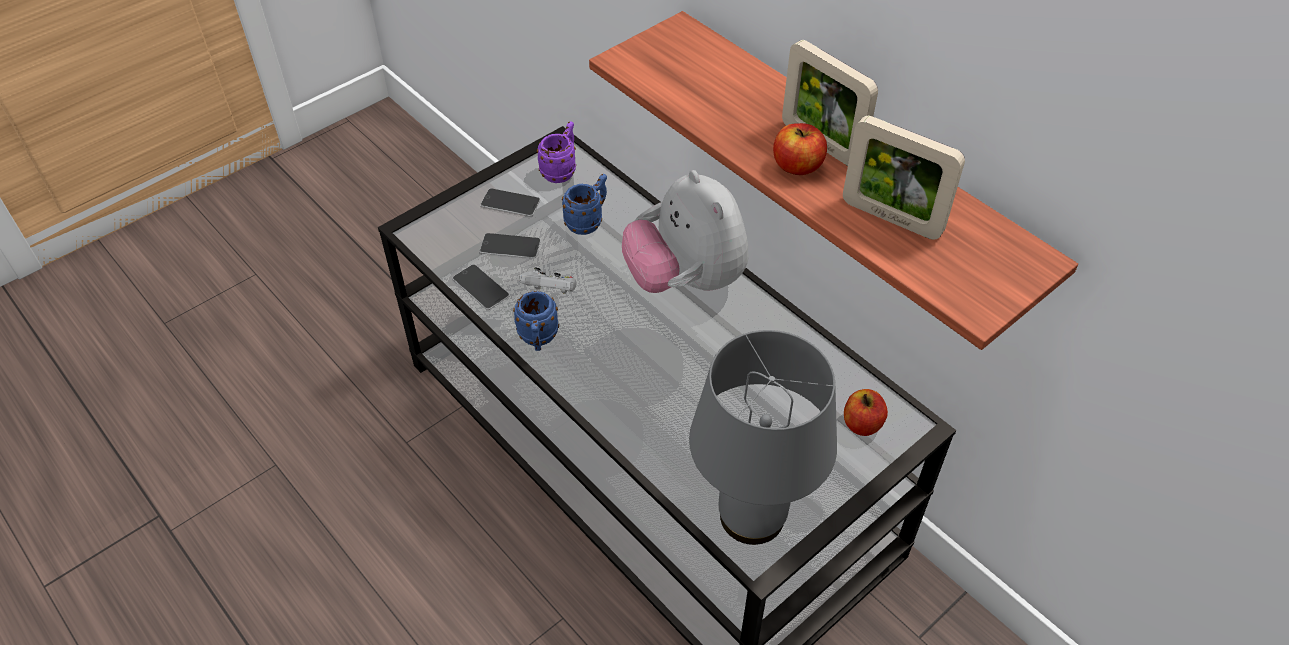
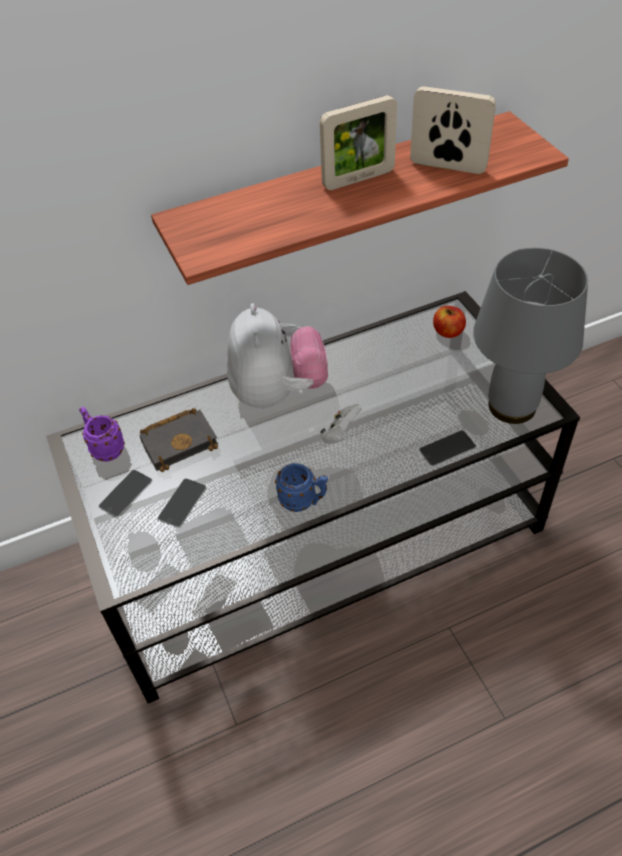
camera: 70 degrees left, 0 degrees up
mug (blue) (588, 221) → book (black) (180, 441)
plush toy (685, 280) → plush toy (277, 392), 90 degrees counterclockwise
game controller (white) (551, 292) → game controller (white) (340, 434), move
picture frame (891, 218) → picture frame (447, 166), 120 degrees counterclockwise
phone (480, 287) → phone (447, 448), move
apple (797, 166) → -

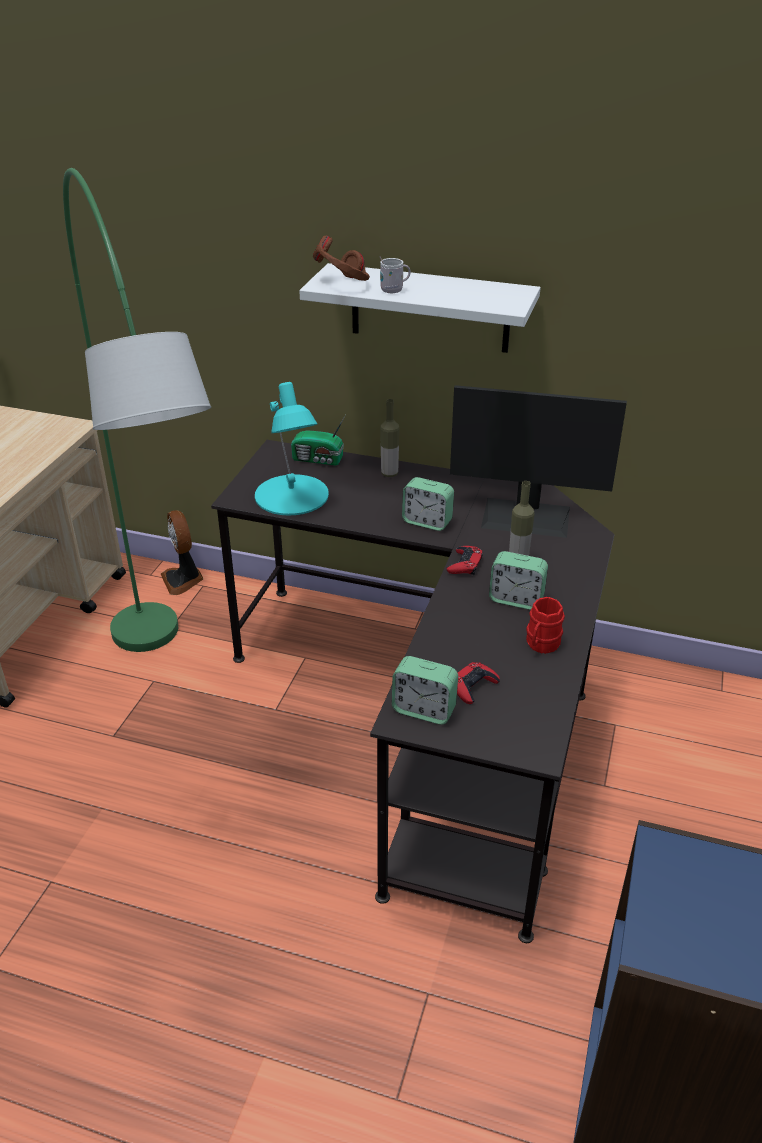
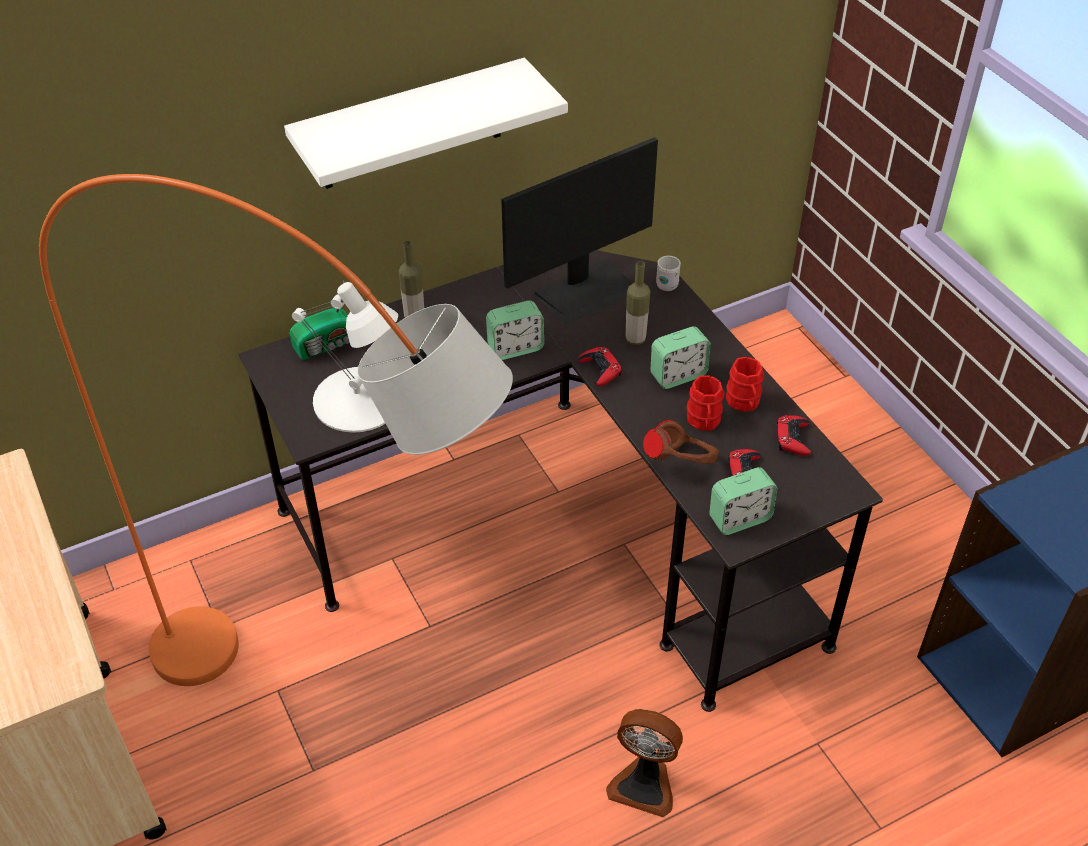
camera: 45 degrees left, 10 degrees up
floor lamp (green) (177, 710) → floor lamp (orange) (342, 698)
table lamp (turquoise) (291, 496) → table lamp (white) (359, 400)
fan (183, 580) → fan (644, 784), move
headphones (brown) (343, 284) → headphones (brown) (680, 463), move
mug (white) (394, 290) → mug (white) (667, 283), move
- → mug (red) (704, 422)
- → game controller (red) (793, 439)

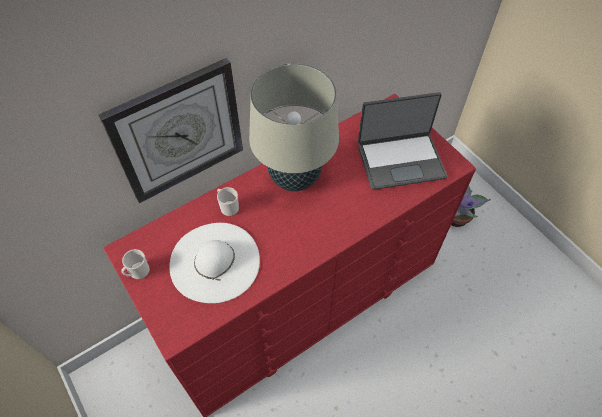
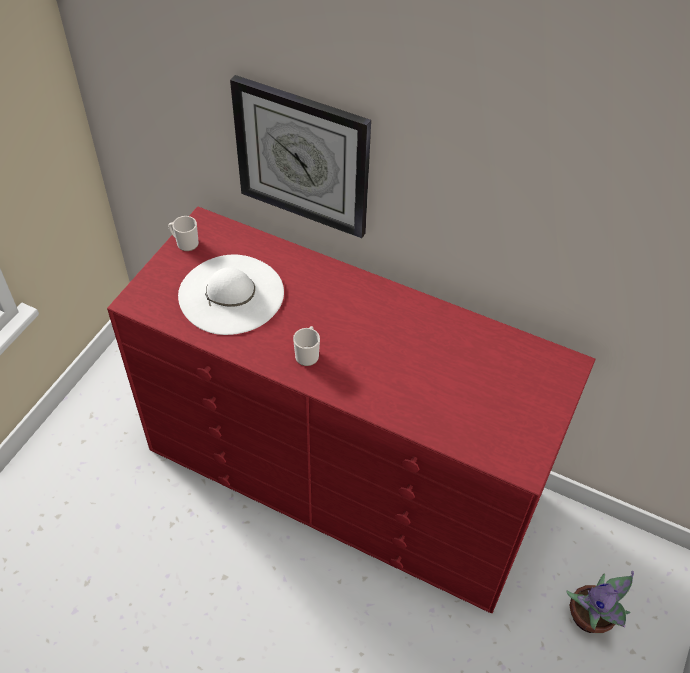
camera: 60 degrees right, 5 degrees down
mug (228, 207) → mug (307, 354), move
table lamp (beige) (294, 178) → -
laptop (400, 160) → -

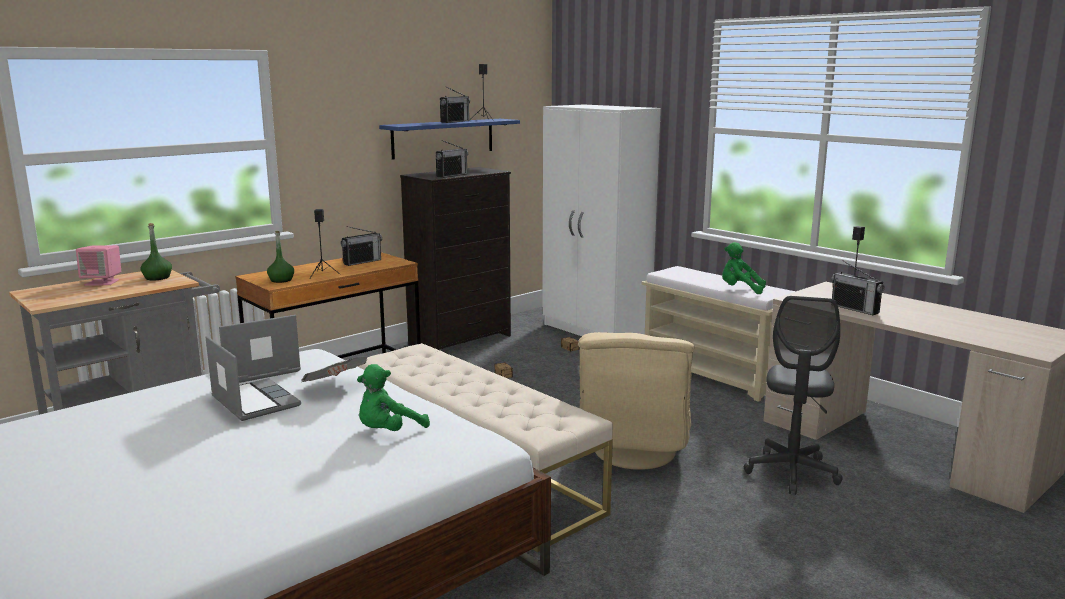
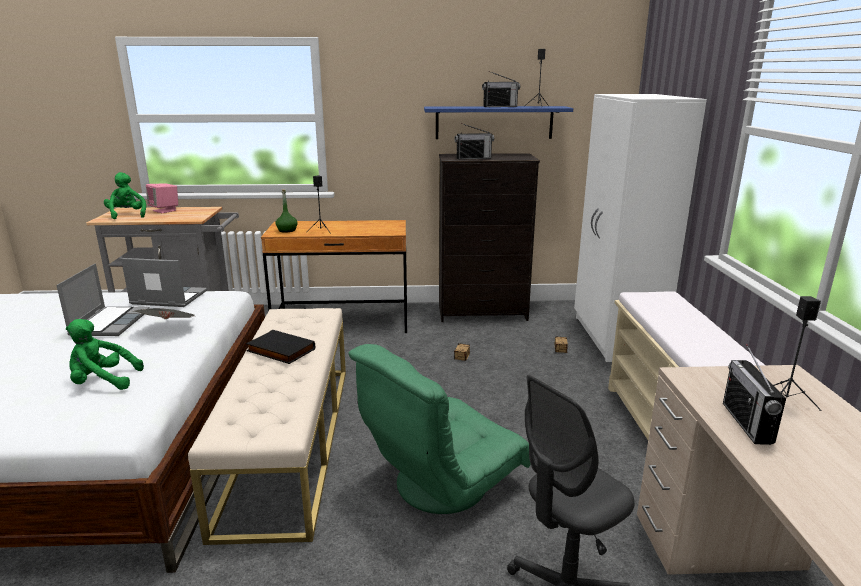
camera: 40 degrees right, 5 degrees up
plush toy (green) (740, 290) → plush toy (green) (127, 215), move
- → book (black) (279, 350)
armchair (beige) (632, 452) → armchair (green) (440, 483)
bottle (green) (157, 278) → -
radio (362, 262) → -

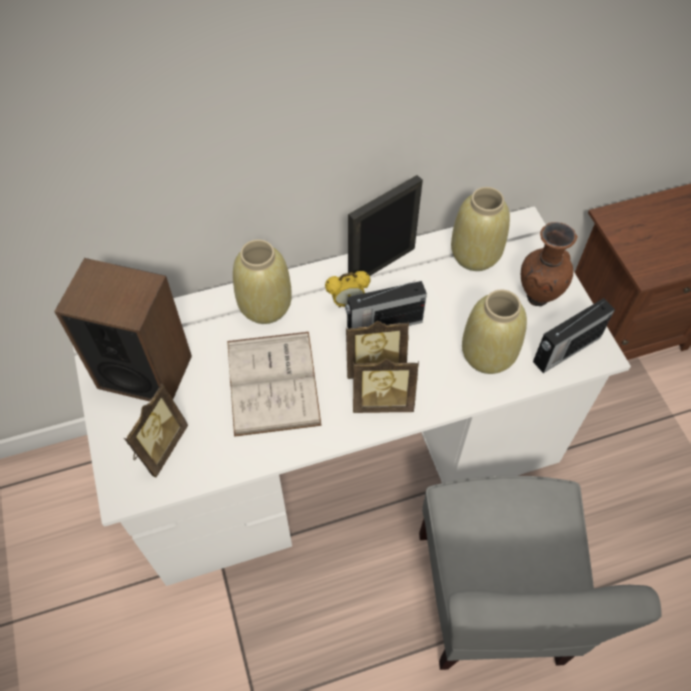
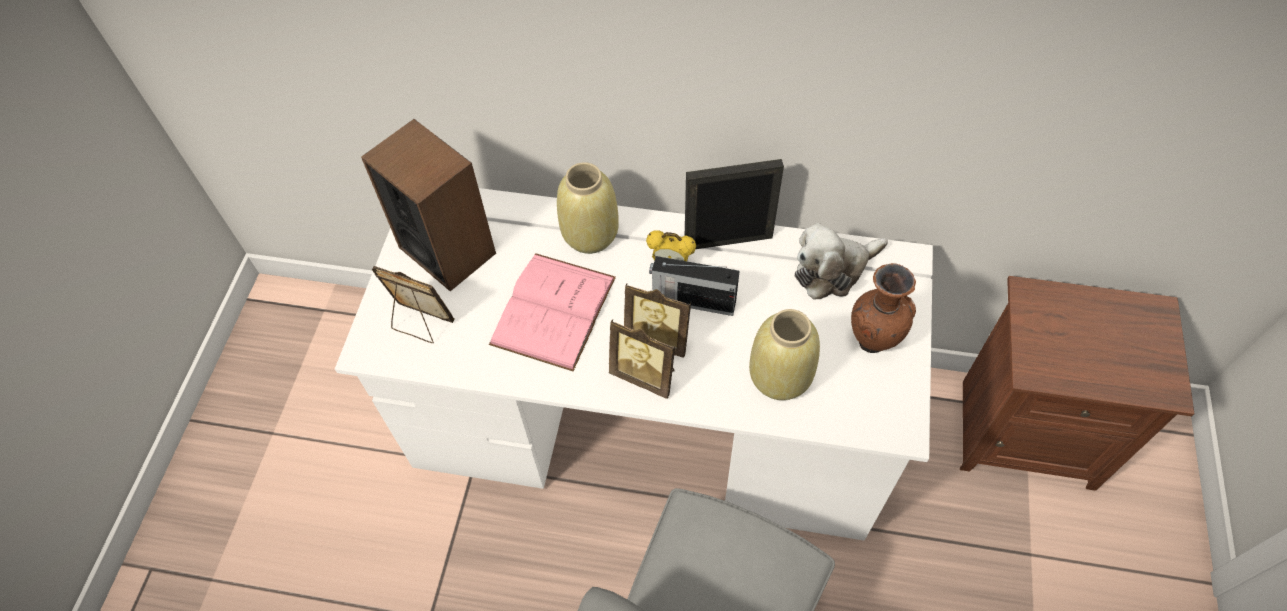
camera: 30 degrees right, 0 degrees up
picture frame (160, 446) → picture frame (420, 324), 120 degrees counterclockwise
book (white) (273, 382) → book (pink) (553, 310)
vase (beige) (475, 254) → plush toy (833, 270)
radio (565, 350) → -

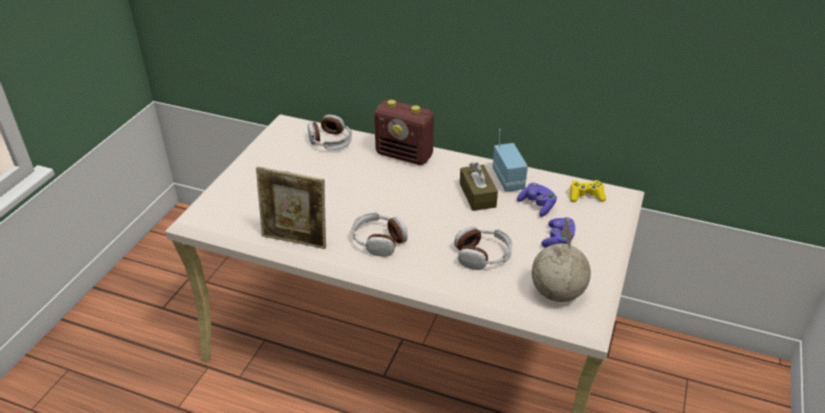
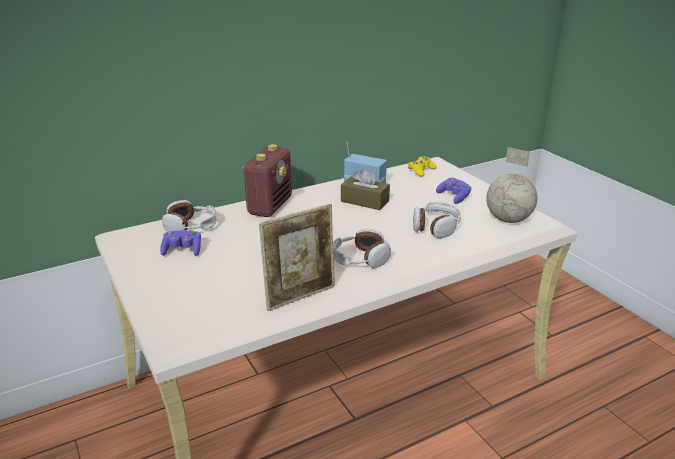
camera: 50 degrees left, 10 degrees down
game controller (purple) (537, 205) → game controller (purple) (182, 251), move
radio (405, 155) → radio (270, 206), 45 degrees counterclockwise

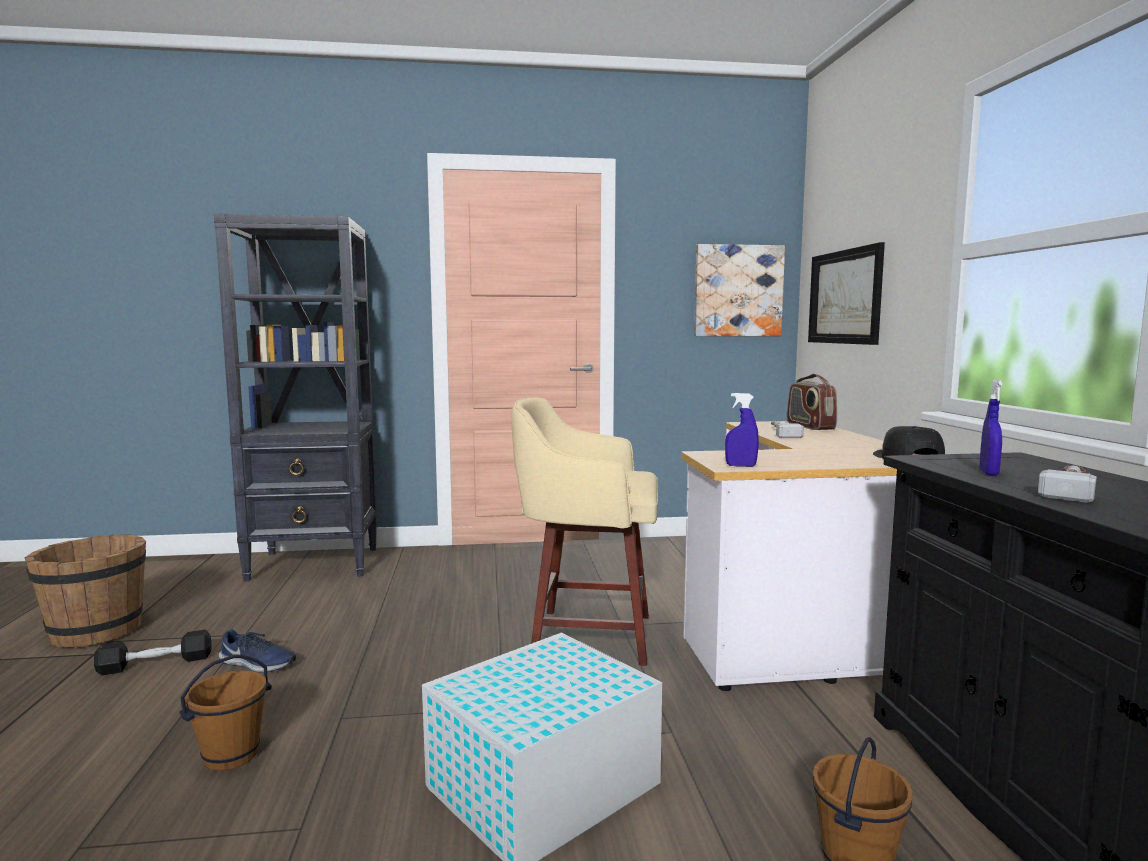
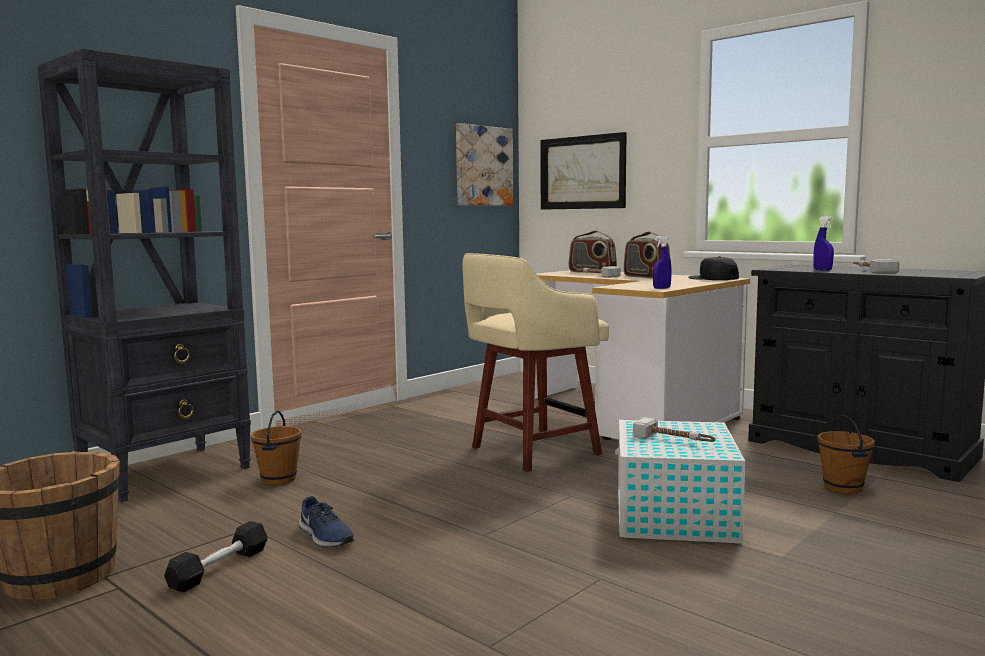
camera: 40 degrees left, 0 degrees up
bucket (brown) (231, 755) → bucket (brown) (278, 480), move
shoe (blue) (257, 664) → shoe (blue) (324, 537), 75 degrees clockwise
- → radio (646, 277)
- → hammer (674, 440)

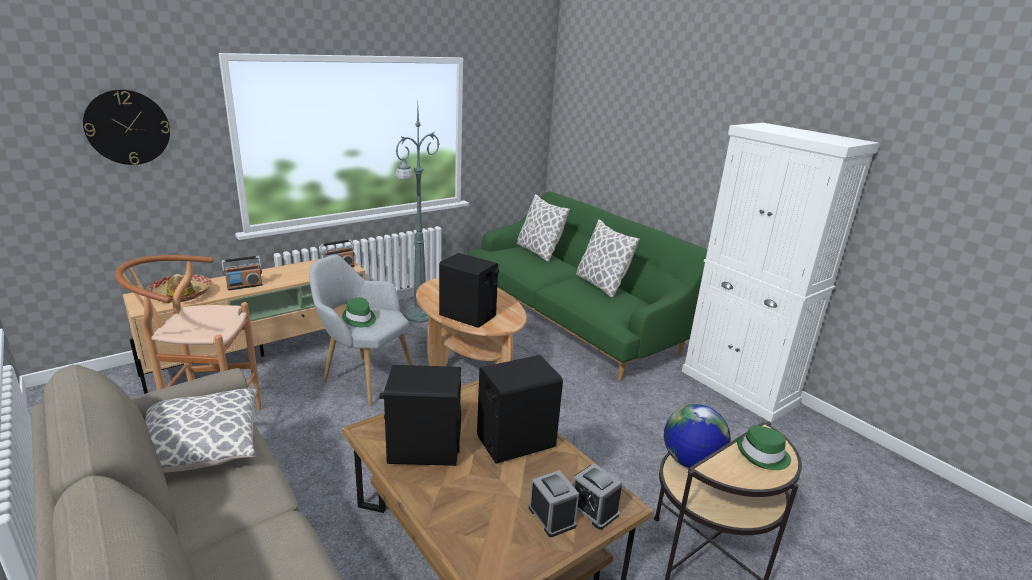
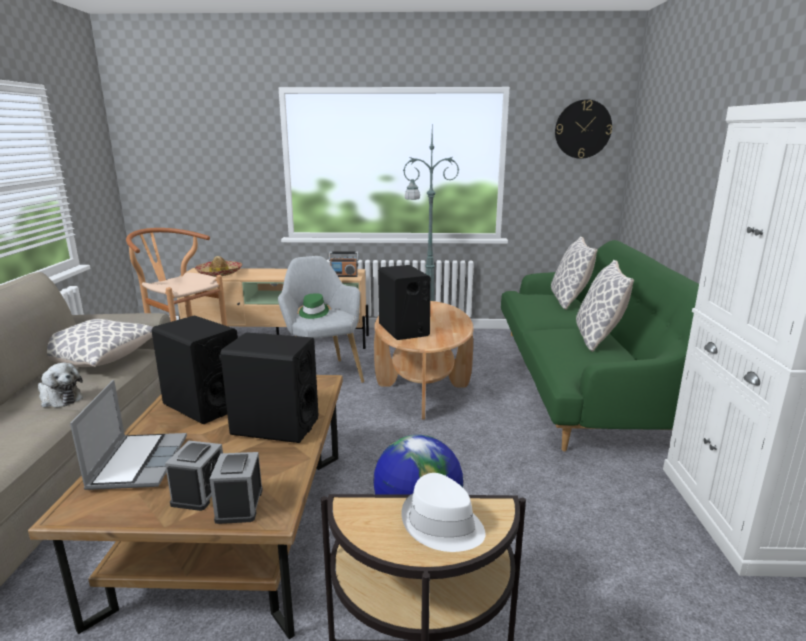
camera: 40 degrees right, 5 degrees down
- → plush toy (59, 398)
- → laptop (138, 462)
hat (green) (763, 455) → hat (white) (442, 525)
wall clock (127, 127) → wall clock (583, 129), move
radio (244, 286) → -

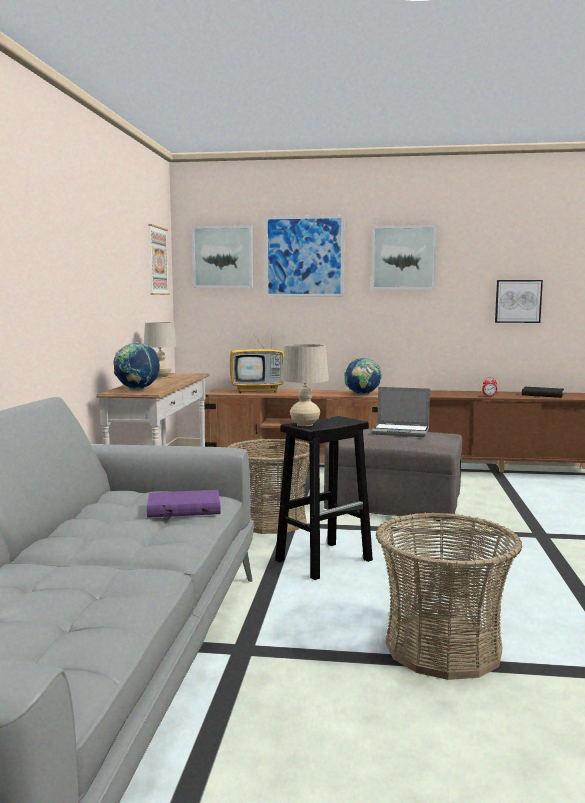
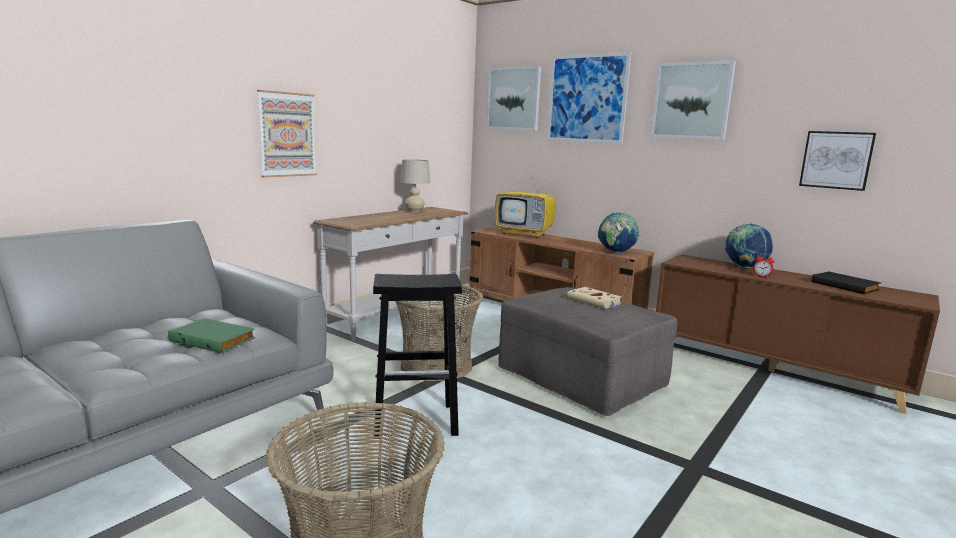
camera: 30 degrees right, 5 degrees up
book (purple) (184, 508) → book (green) (214, 339)
picture (157, 261) → picture (287, 134), move
laptop (401, 432) → book (beige) (595, 301)
globe (137, 390) → globe (745, 267), move
table lamp (beige) (304, 424) → -

